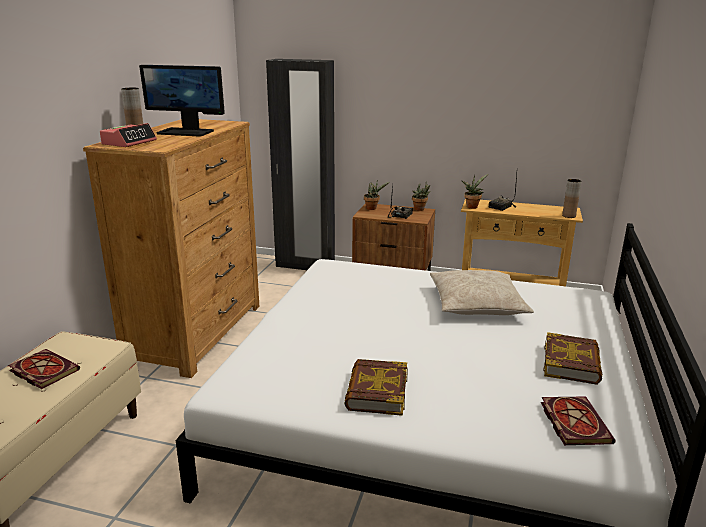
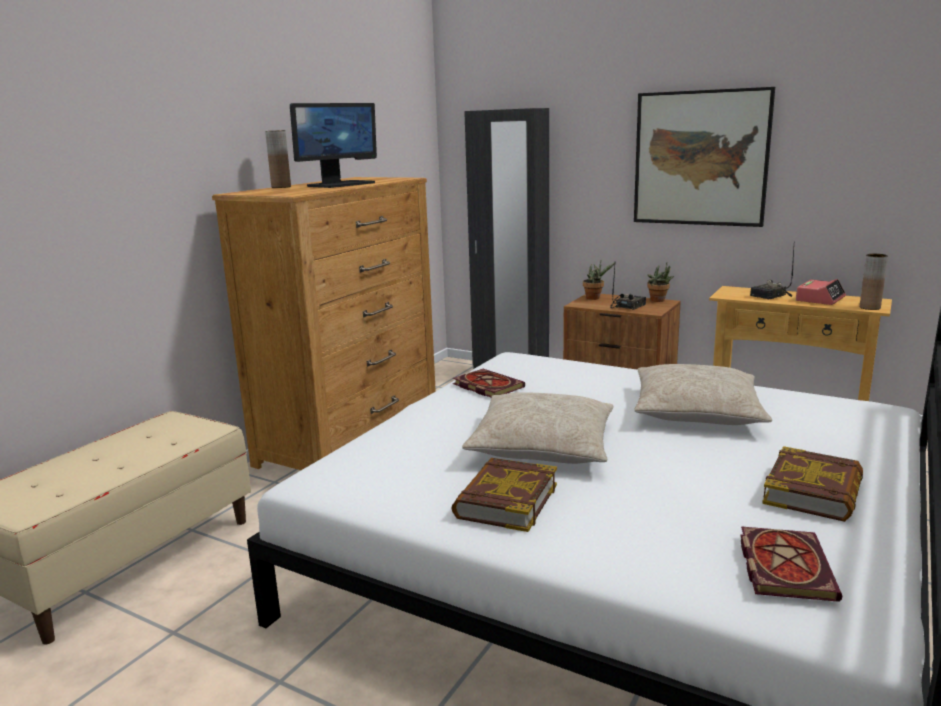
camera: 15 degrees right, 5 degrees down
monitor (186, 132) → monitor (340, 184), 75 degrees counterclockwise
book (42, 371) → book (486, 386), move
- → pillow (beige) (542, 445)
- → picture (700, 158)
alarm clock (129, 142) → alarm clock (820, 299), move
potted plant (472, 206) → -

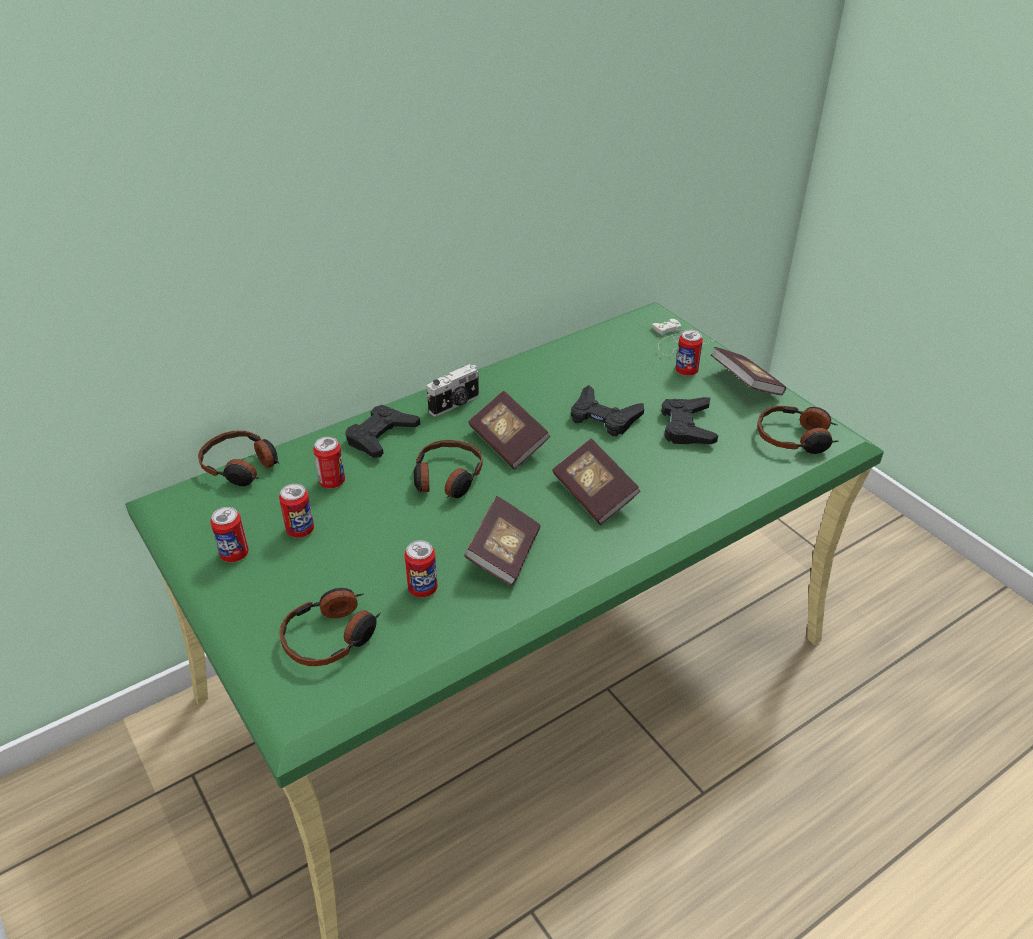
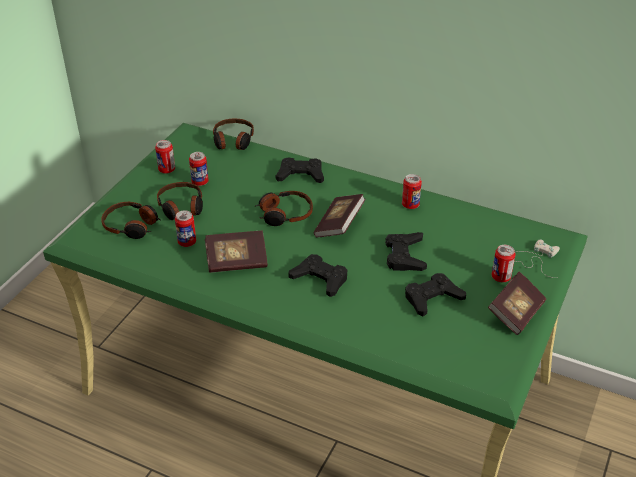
camera: 60 degrees right, 0 degrees up
headphones (795, 438) → headphones (181, 207), move
book (594, 495) → game controller (black) (320, 279)
can (332, 482) → can (410, 205), move
photo camera (455, 404) → -

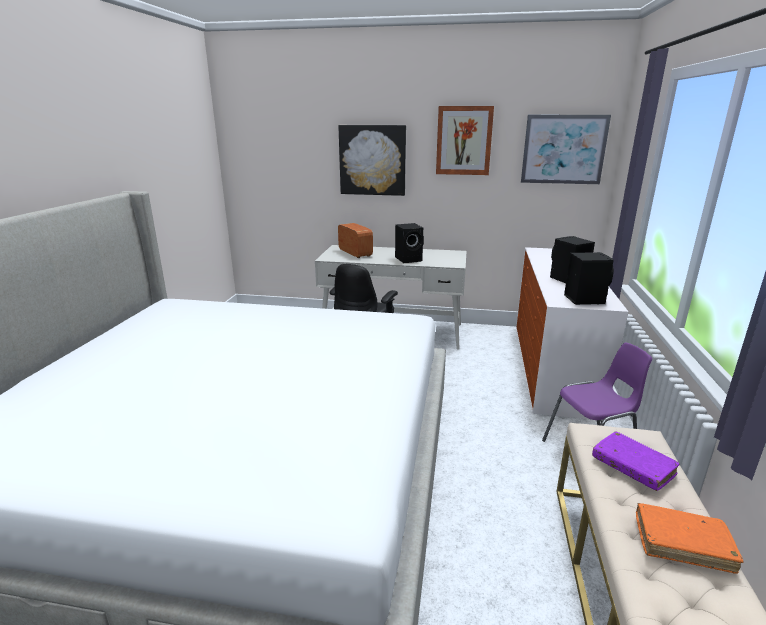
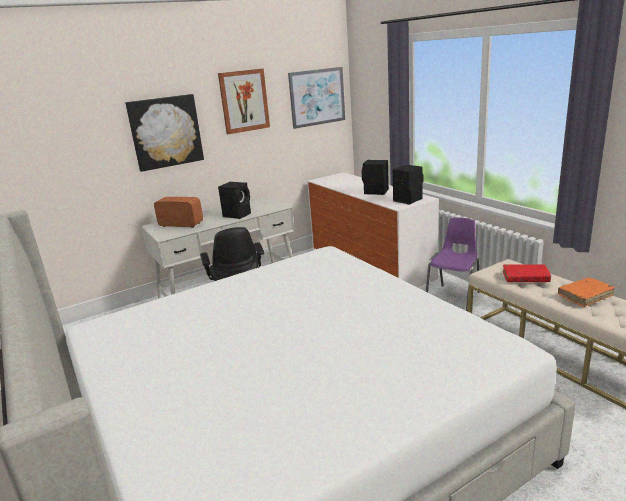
camera: 40 degrees left, 0 degrees up
book (purple) (632, 466) → book (red) (525, 278)

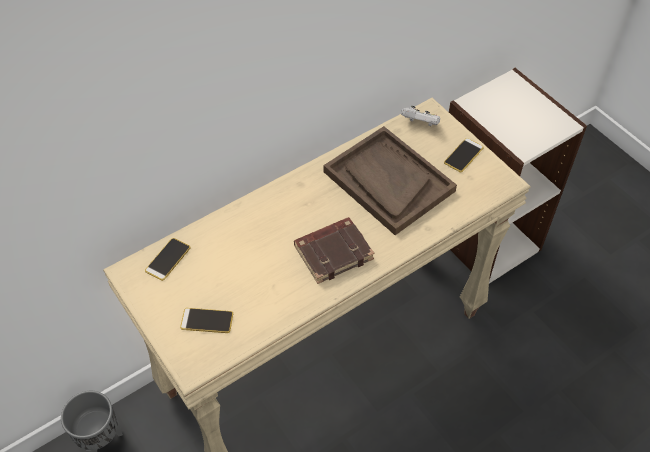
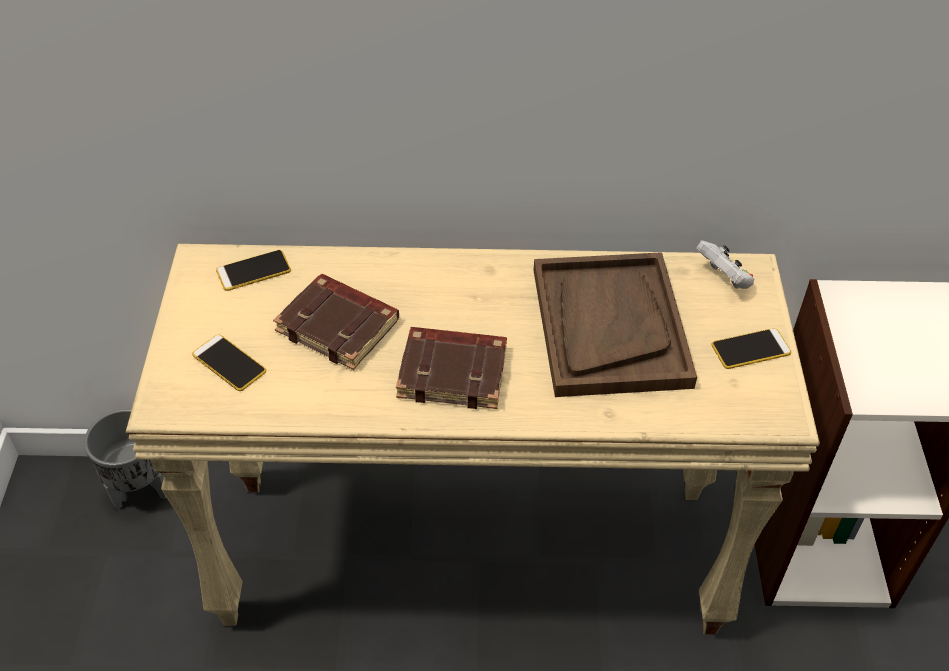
camera: 35 degrees right, 5 degrees down
- → book (brown) (340, 326)

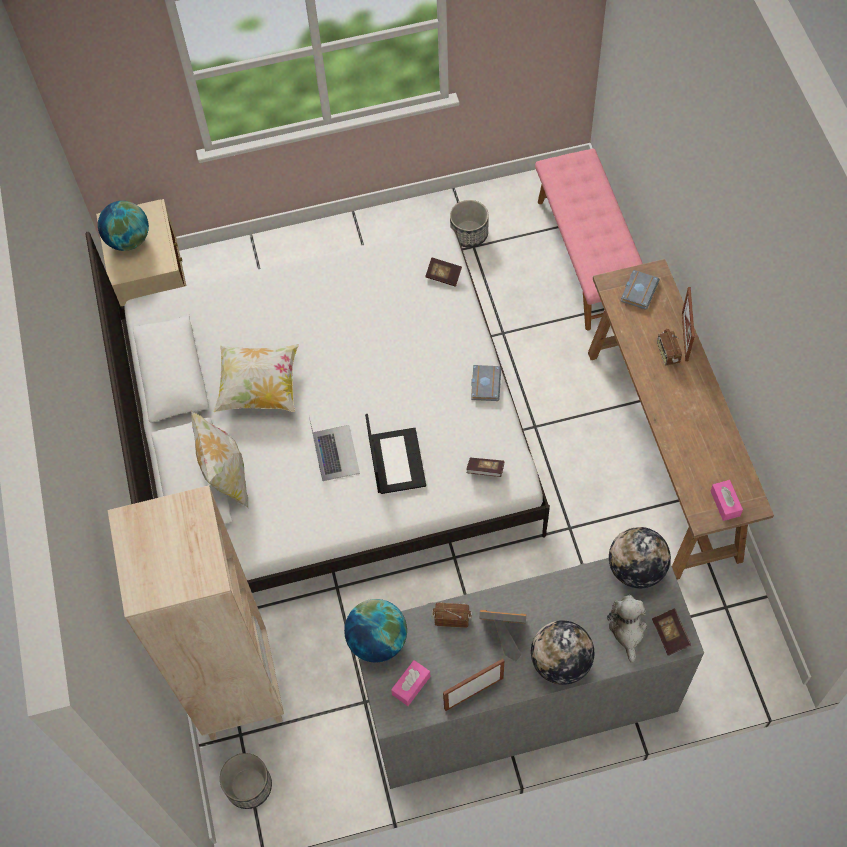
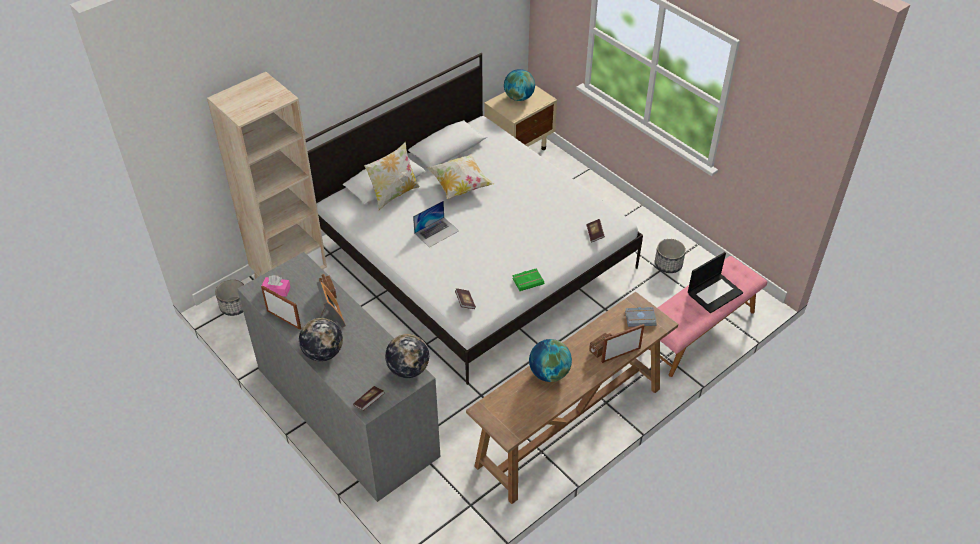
camera: 60 degrees right, 15 degrees down
book (grey) (484, 384) → book (green) (528, 281)
globe (377, 641) → globe (549, 373), move
laptop (396, 460) → laptop (715, 292), move
plush toy (627, 630) → -
tissue box (pink) (725, 503) → -

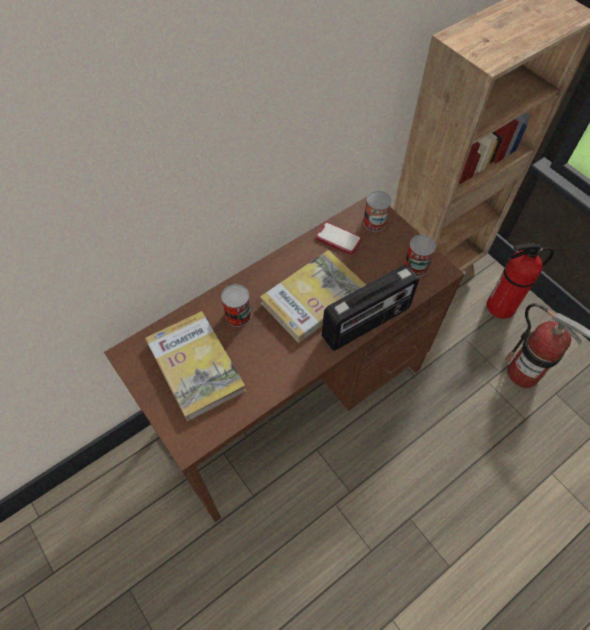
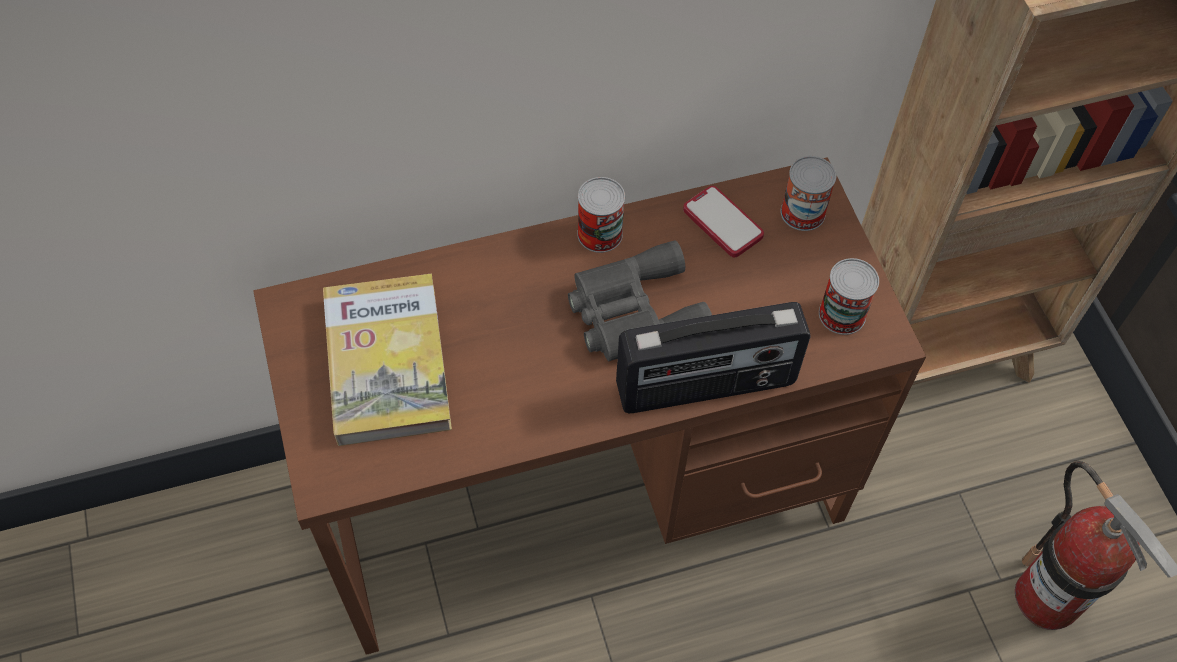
camera: 20 degrees right, 0 degrees up
book (313, 298) → binoculars (grey) (633, 312)
can (238, 315) → can (600, 234), move
fire extinguisher (500, 307) → -

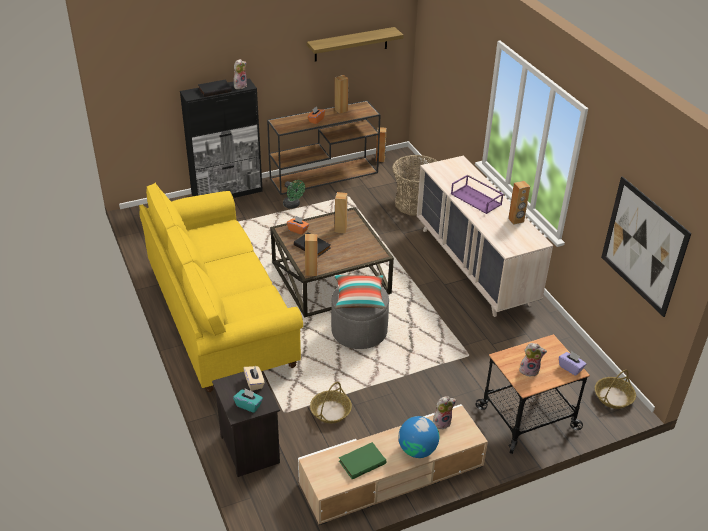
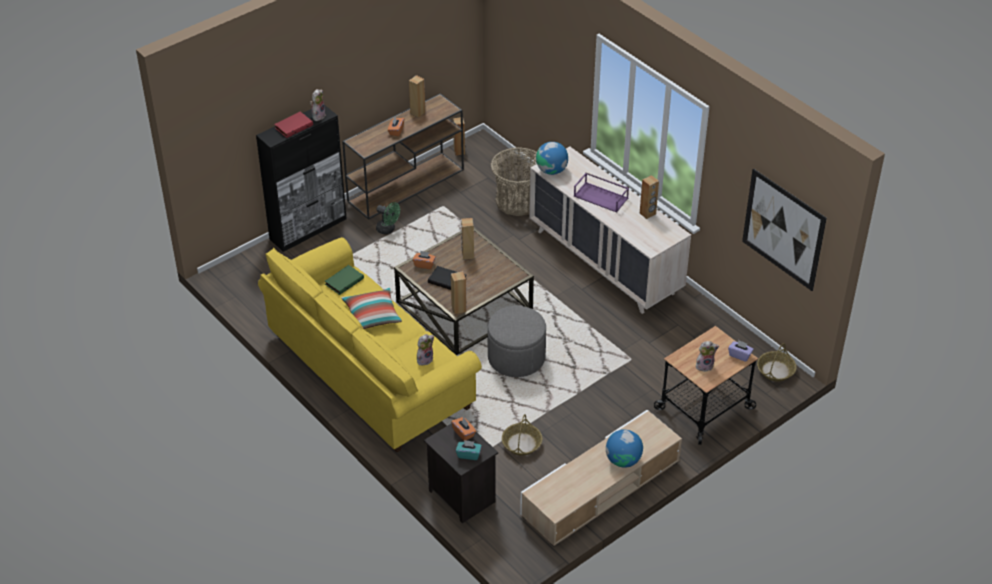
camera: 15 degrees left, 5 degrees up
book (black) (215, 89) → book (red) (293, 126)
book (green) (362, 461) → book (green) (344, 281), move
pillow (359, 298) → pillow (372, 316), move
plush toy (441, 422) → plush toy (425, 359), move
tissue box (beige) (254, 383) → tissue box (orange) (464, 433)
- → globe (551, 170)
shelf (351, 44) → -

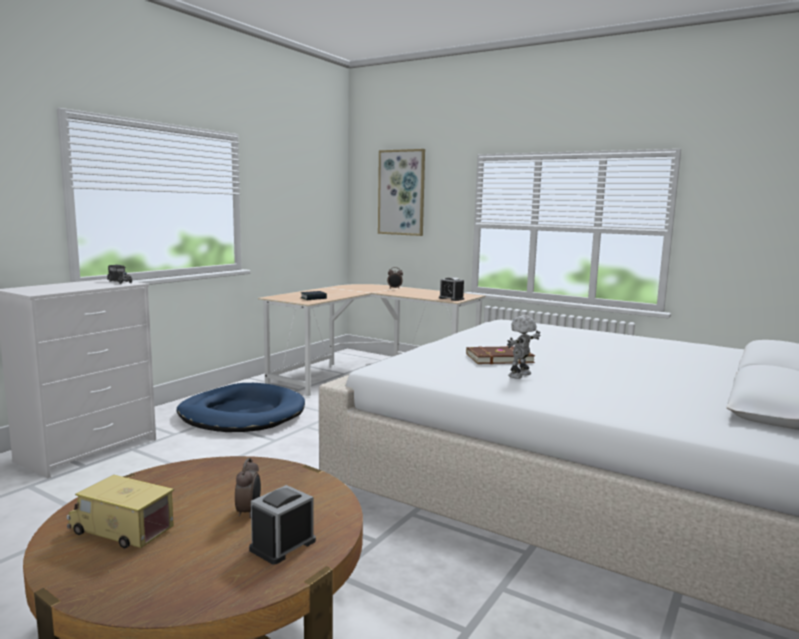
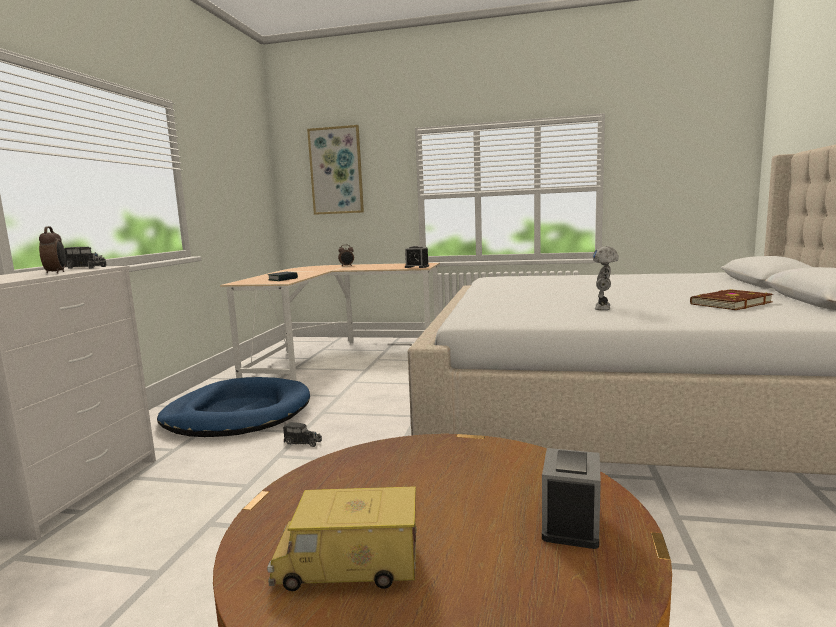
camera: 20 degrees left, 0 degrees up
alarm clock (249, 512) → alarm clock (56, 273), move
- → toy truck (301, 442)
book (brown) (498, 358) → book (brown) (729, 303), move

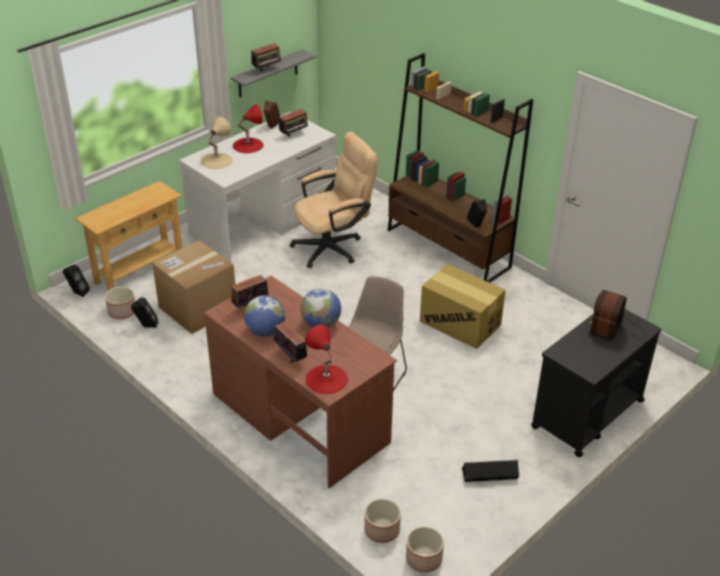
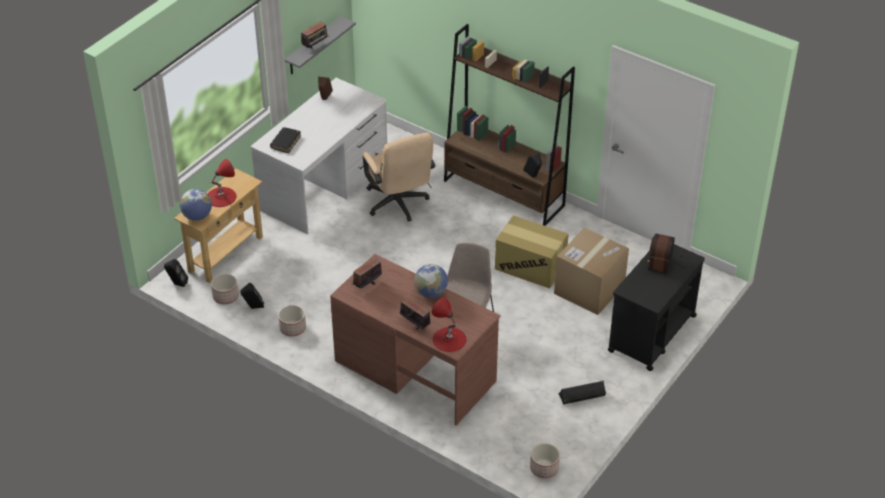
camera: 10 degrees left, 5 degrees up
globe (265, 331) → globe (197, 216), move
table lamp (red) (248, 145) → table lamp (red) (221, 197), move
table lamp (beige) (216, 160) → book (black) (285, 143)
planter (382, 530) → planter (293, 328), move
office chair (beige) (334, 247) → office chair (beige) (398, 205), 105 degrees clockwise
cardboard box (198, 308) → cardboard box (589, 289), move
radio (294, 135) → -

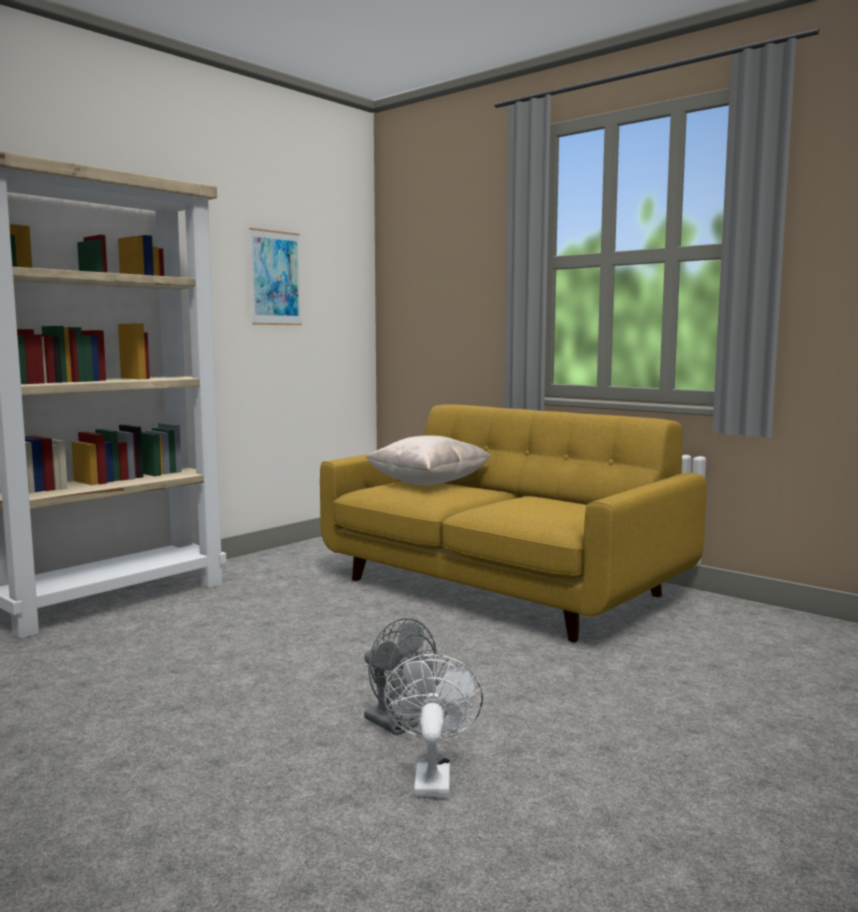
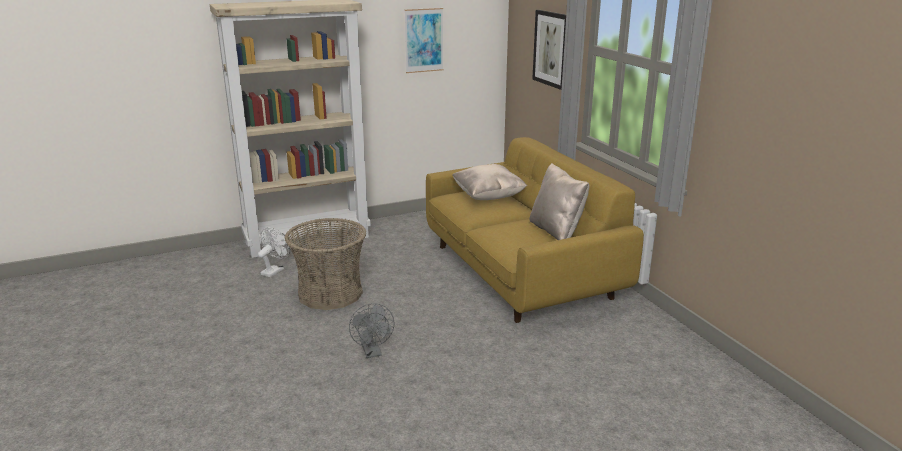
camera: 25 degrees right, 15 degrees up
fan (white) (431, 776) → fan (white) (274, 270), move
- → basket (330, 293)
- → pillow (beige) (556, 232)
- → picture (552, 49)

